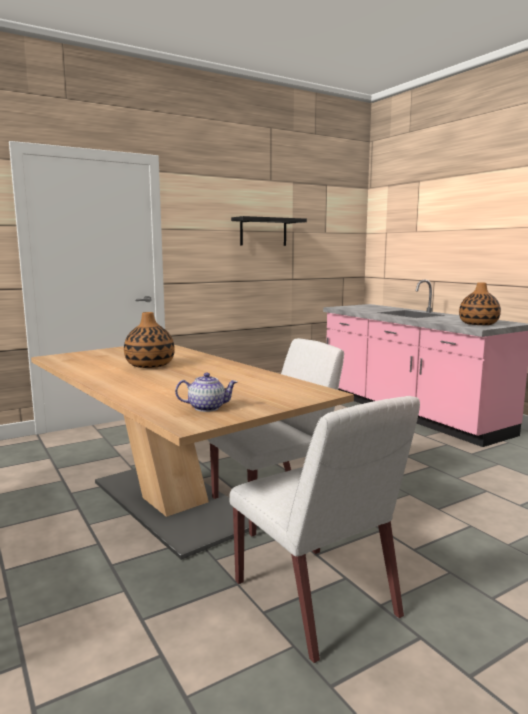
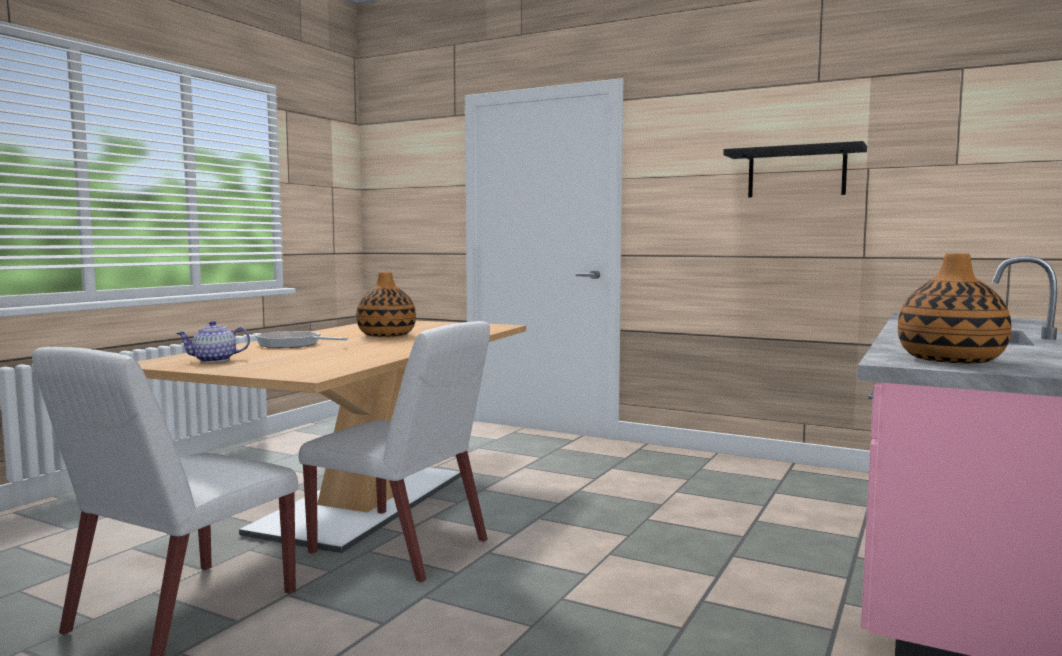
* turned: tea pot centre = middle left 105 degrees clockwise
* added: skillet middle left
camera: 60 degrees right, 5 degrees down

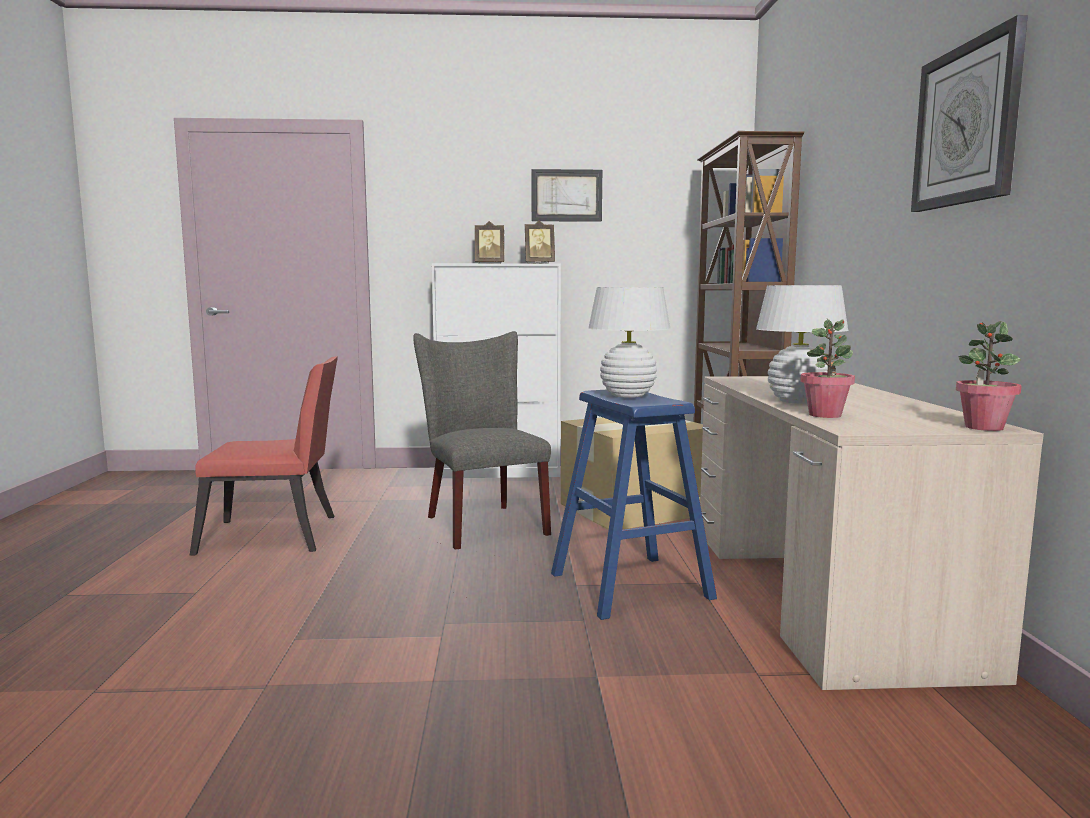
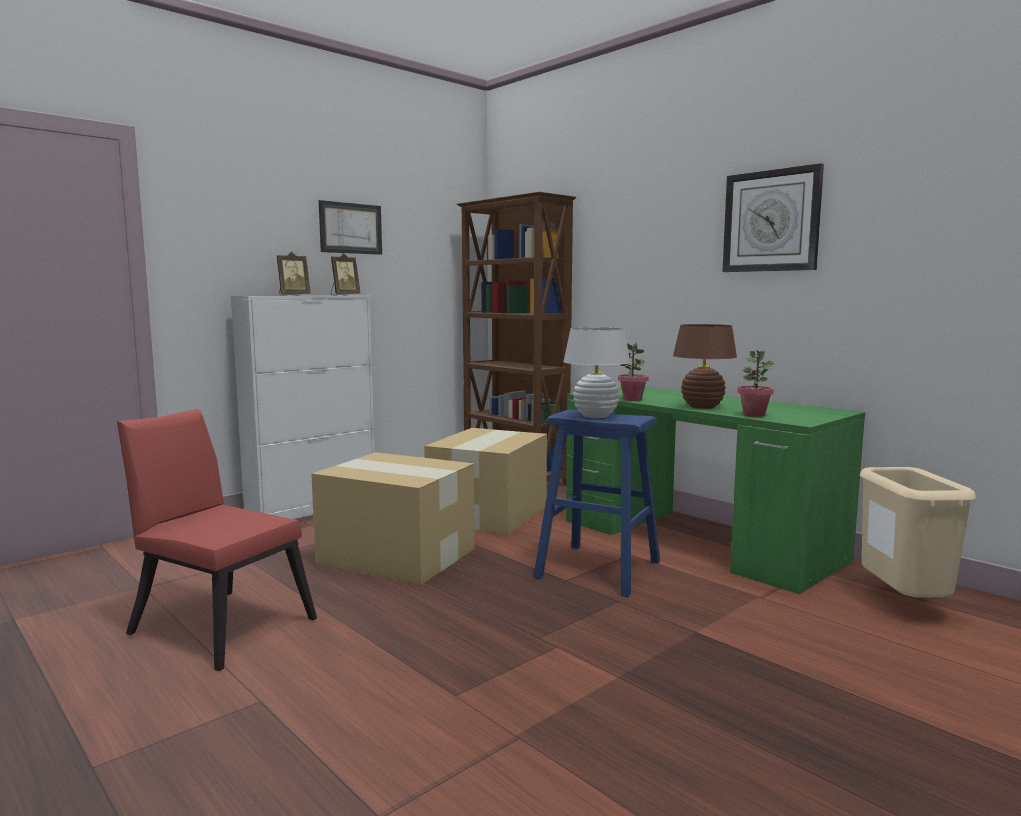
* turned: red chair middle left = middle left 105 degrees counterclockwise
* replaced: gray chair centre to cardboard box (1st from left) centre
* recoloured: beige-coloured desk middle right to green-coloured desk middle right
* moved: houseplant (2nd from left in the first image) middle right to houseplant (1st from left) centre
* recoloured: white-coloured lamp for a table (2nd from left) middle right to brown lamp for a table middle right
* added: beige-coloured trash can middle right
camera: 40 degrees left, 0 degrees up

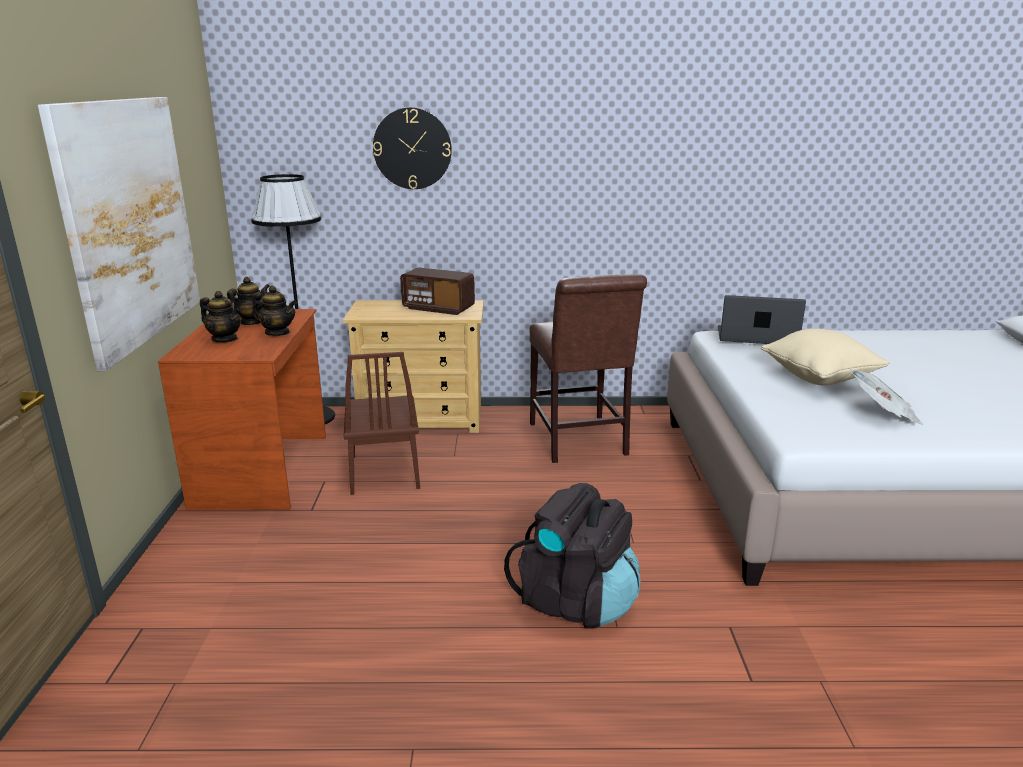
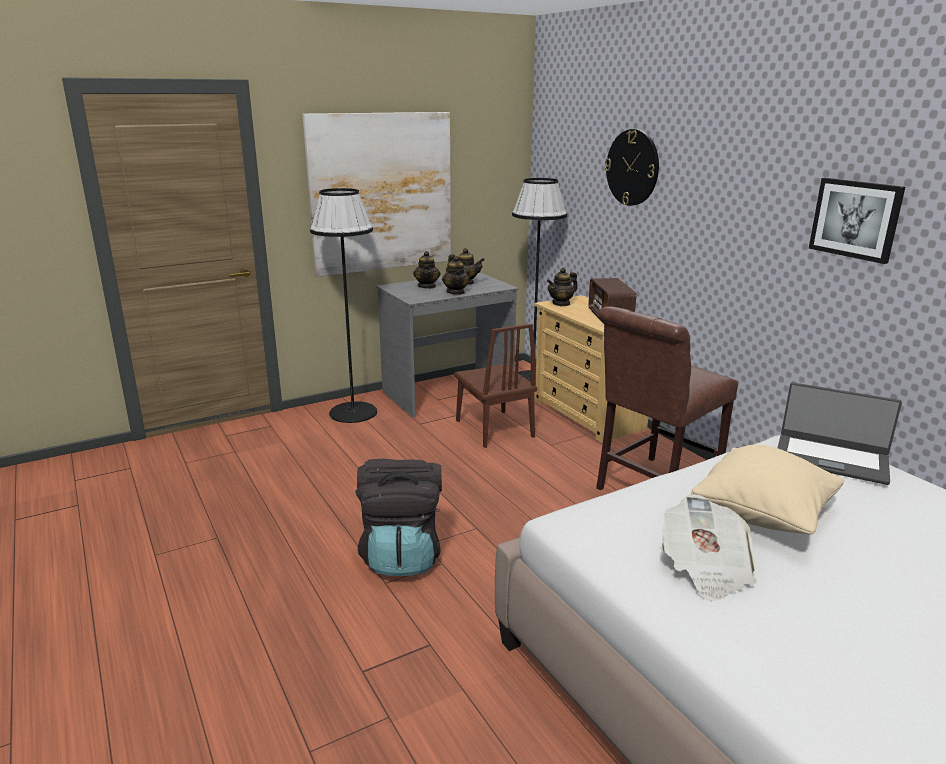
* added: blackish standard lamp (1st from left) centre
* recoloured: brown desk middle left to gray desk centre
* turned: brown chair (1st from left) centre = centre 75 degrees counterclockwise
* added: tea pot (4th from left) centre
* turned: notebook computer middle right = middle right 135 degrees clockwise
* added: wall art (2nd from left) top right
camera: 60 degrees right, 0 degrees up

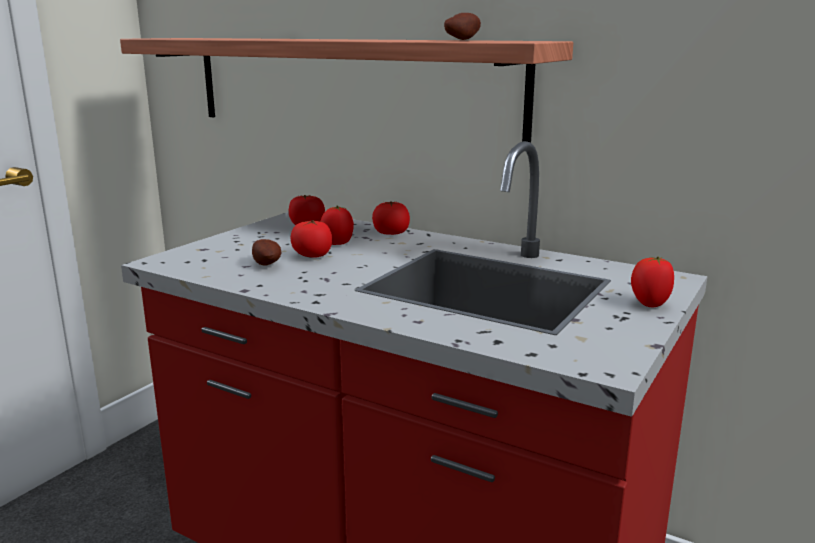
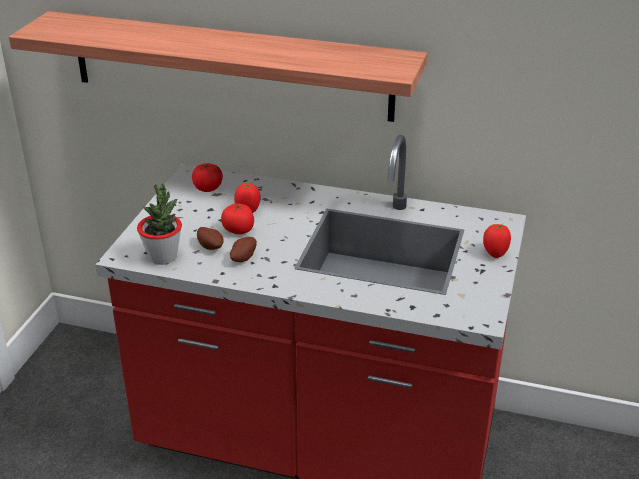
* added: houseplant middle left
* moved: potato (2nd from left) top centre to centre
* removed: fresh tomato (4th from left) centre
camera: 15 degrees left, 15 degrees up

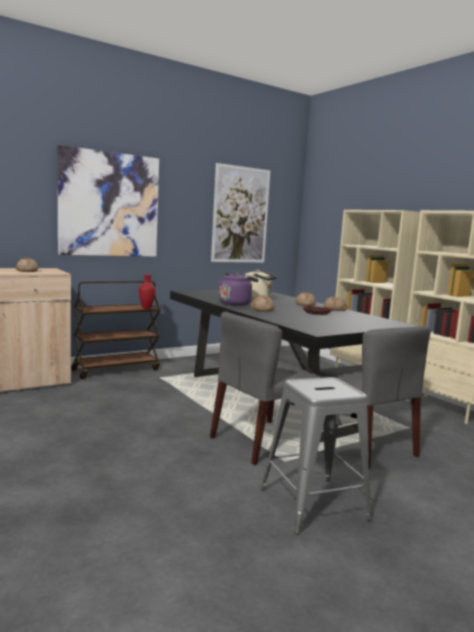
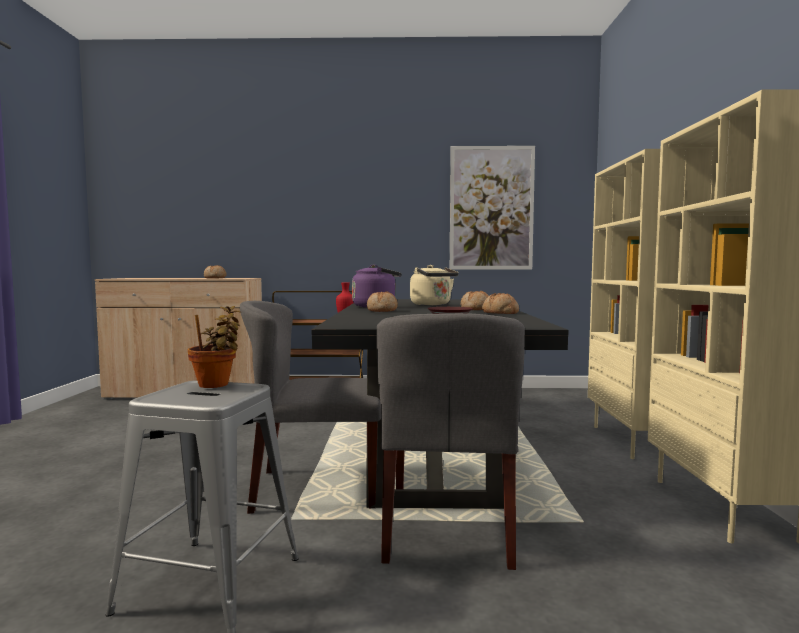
* added: houseplant middle left
* removed: wall art (1st from left) top left
camera: 35 degrees right, 5 degrees down

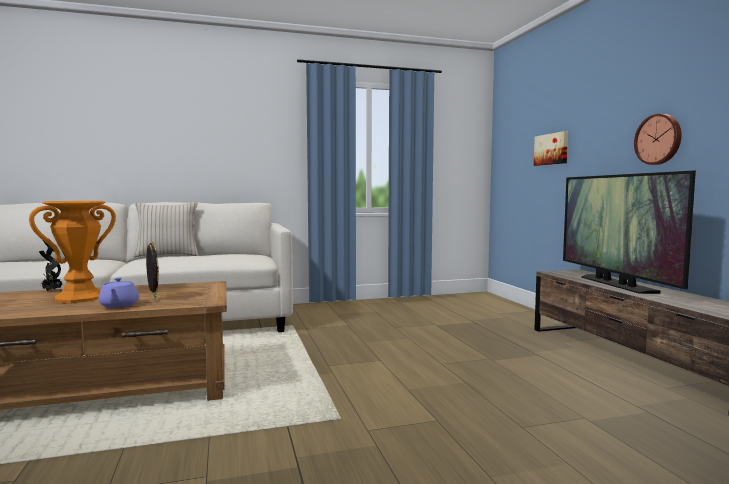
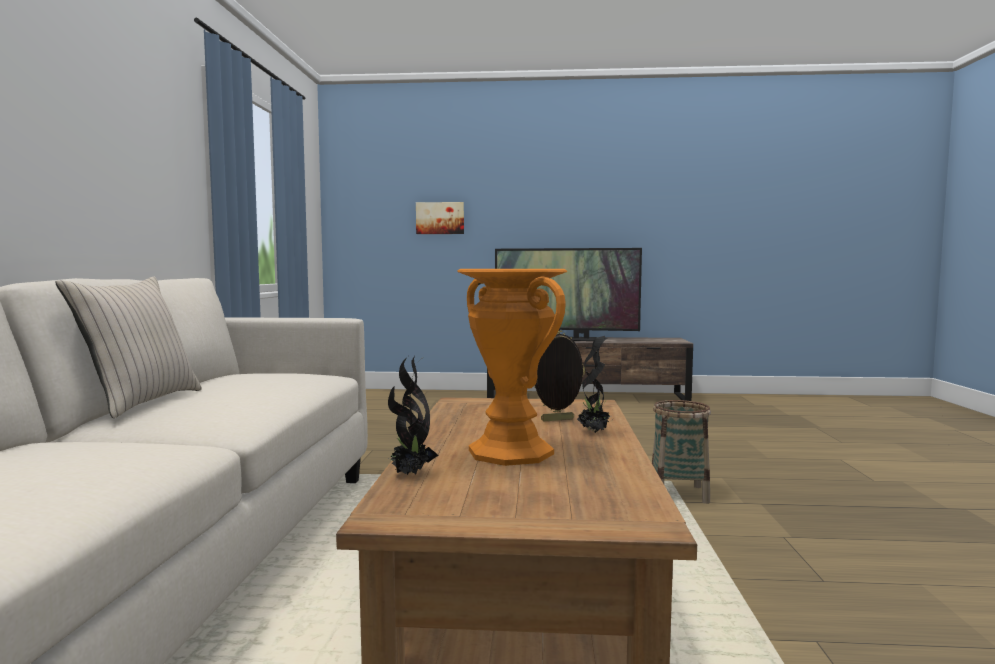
* replaced: purplish tea pot middle left to houseplant (2nd from left) centre
* added: basket bottom right
* removed: clock on the wall top right
camera: 70 degrees left, 0 degrees up

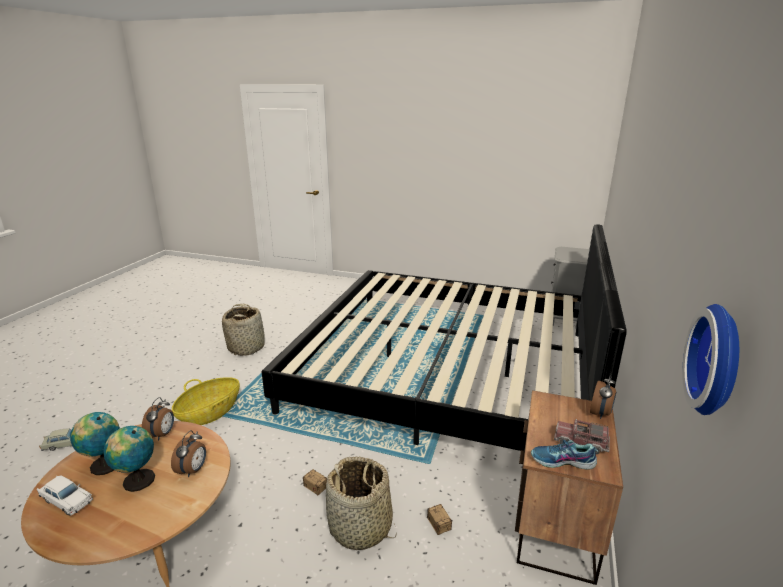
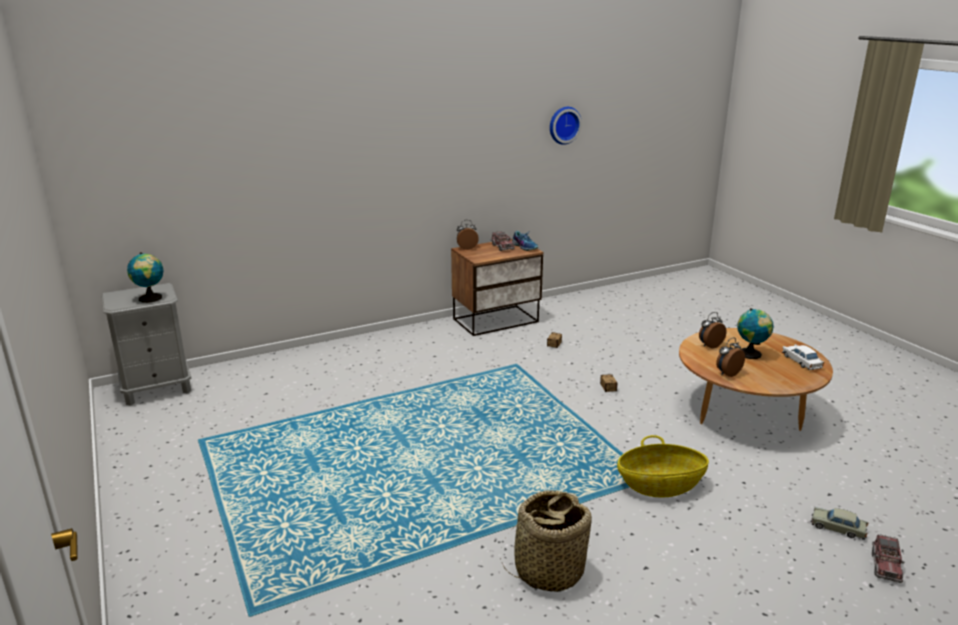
* moved: globe (1st from left) bottom left to middle left
* added: model truck (2nd from left) bottom right
* removed: sleeping bed centre
* removed: basket (3rd from left) bottom centre
camera: 135 degrees left, 0 degrees up

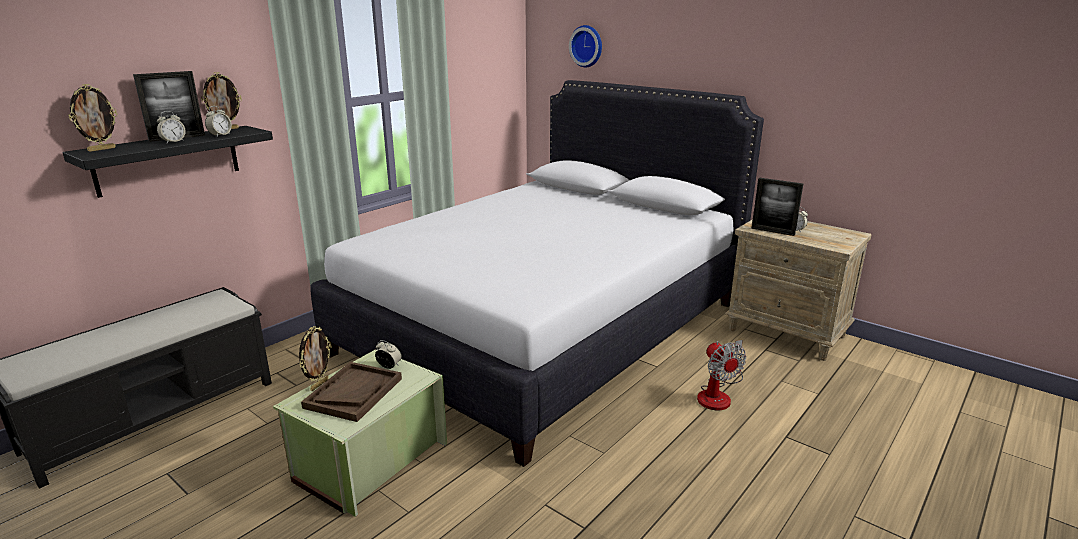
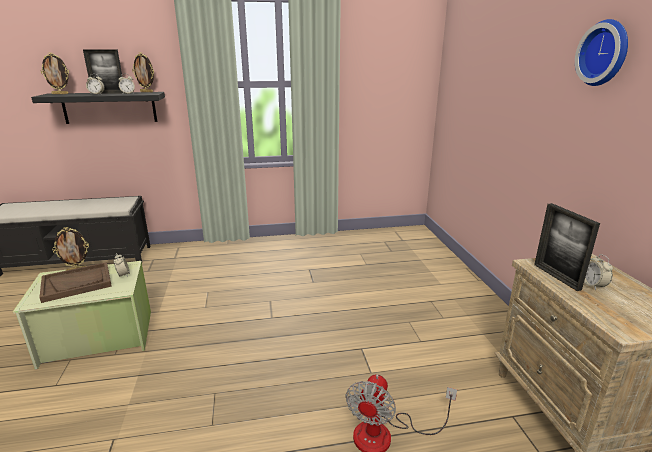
* moved: clock on the wall top centre to top right
* removed: white-coloured sleeping bed centre
camera: 40 degrees right, 0 degrees up

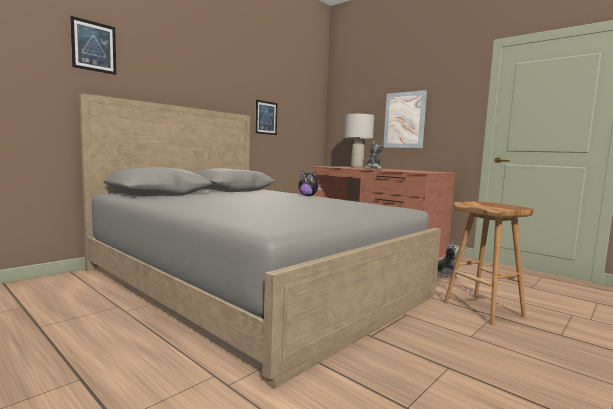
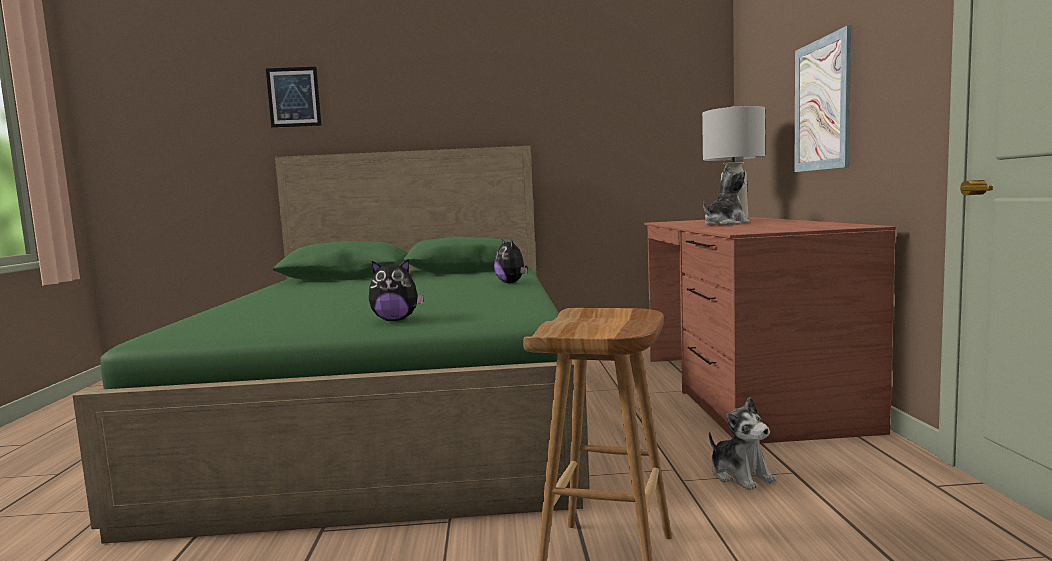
* recoloured: gray sleeping bed centre to green-coloured sleeping bed middle left
* added: cuddly toy (1st from left) centre
* removed: wall art (2nd from left) top centre
camera: 45 degrees right, 0 degrees up

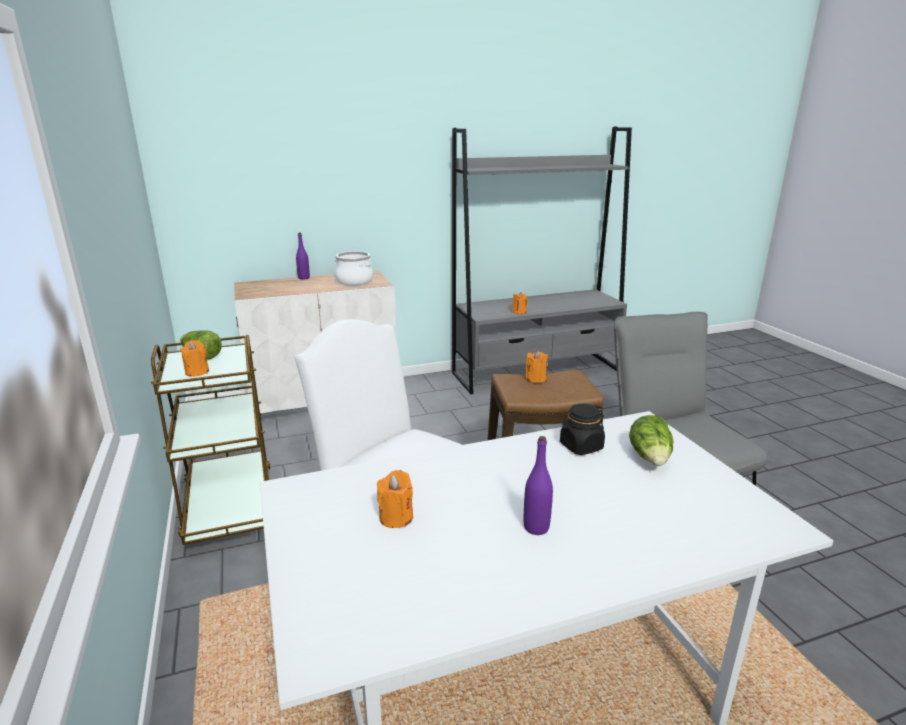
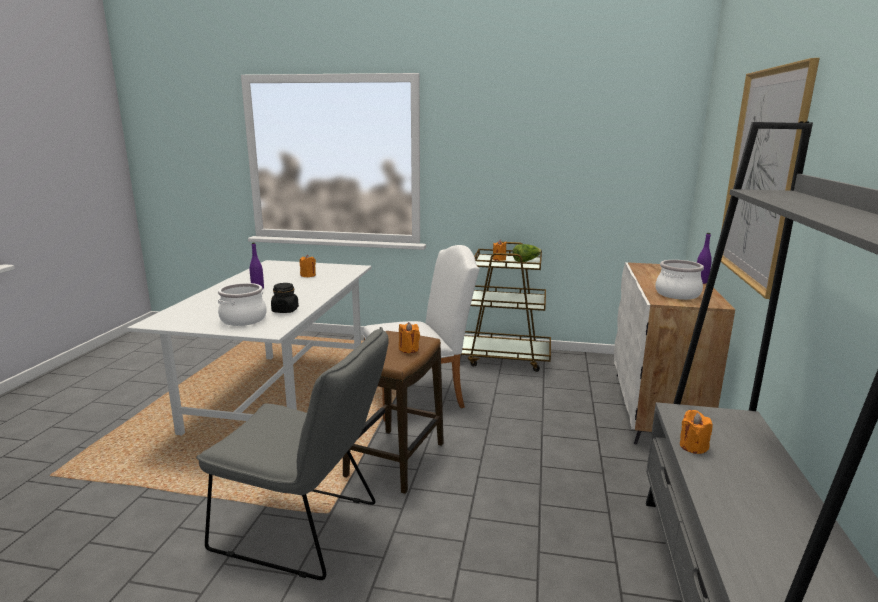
* replaced: lettuce head (2nd from left) middle right to saucepot (1st from left) middle left
* added: wall art top right
camera: 120 degrees right, 5 degrees down

